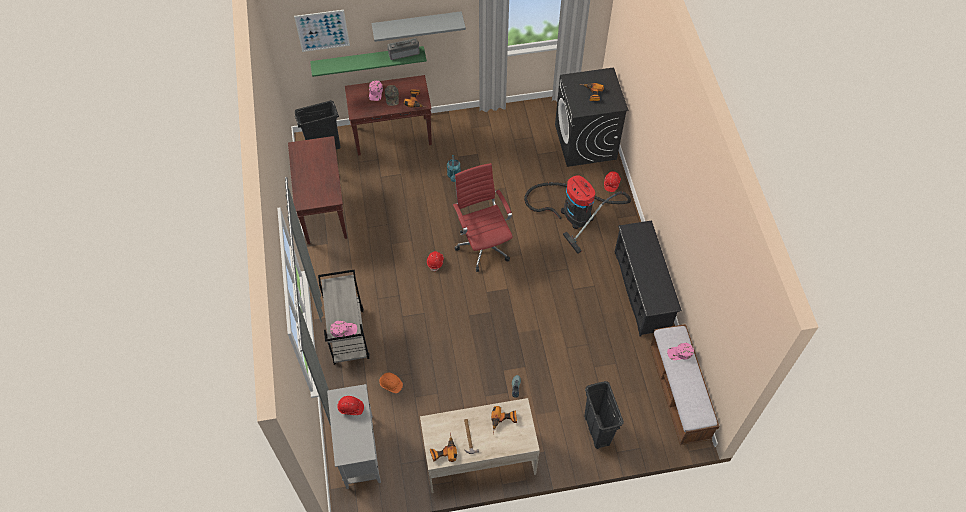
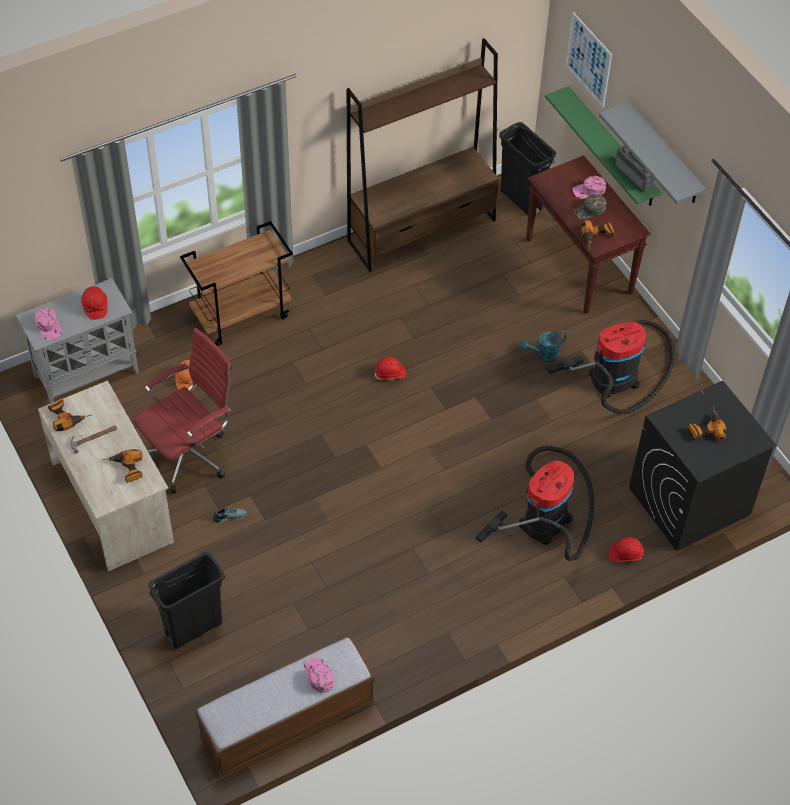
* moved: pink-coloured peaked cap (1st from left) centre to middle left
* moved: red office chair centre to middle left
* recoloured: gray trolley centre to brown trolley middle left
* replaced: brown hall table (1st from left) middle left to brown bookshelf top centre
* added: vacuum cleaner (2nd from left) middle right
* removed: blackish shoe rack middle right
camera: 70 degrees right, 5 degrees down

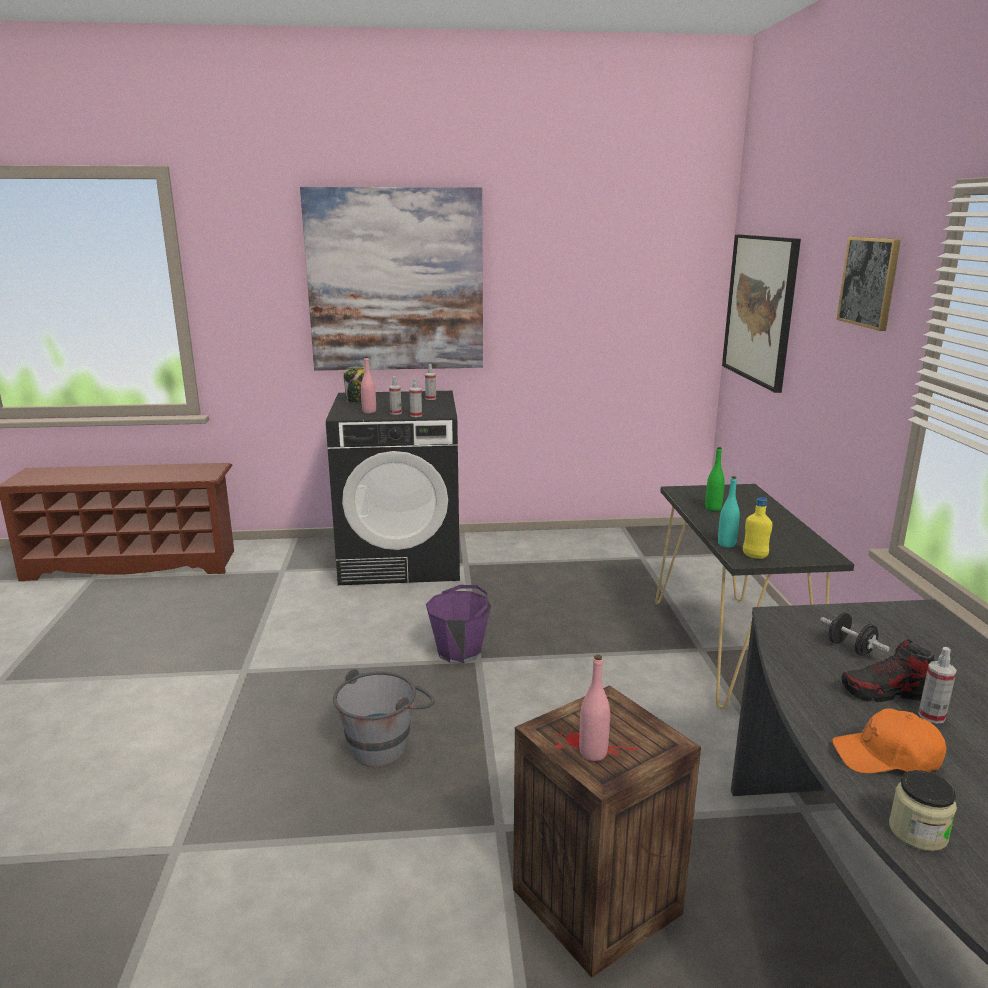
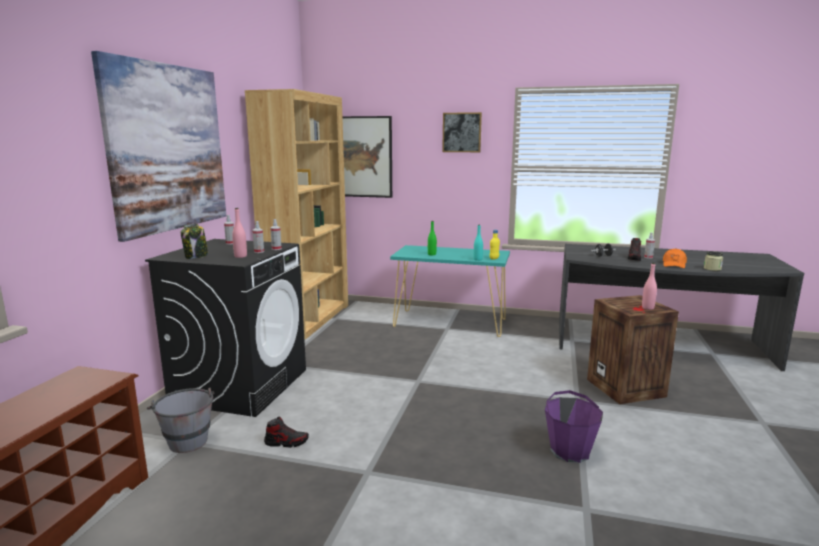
* moved: gray pail bottom centre to bottom left
* added: brown bookshelf centre
* added: low shoe (1st from left) bottom centre
* recoloured: blackish hall table middle right to blue-green hall table centre
* moved: purplish pail centre to bottom right
camera: 70 degrees left, 5 degrees down

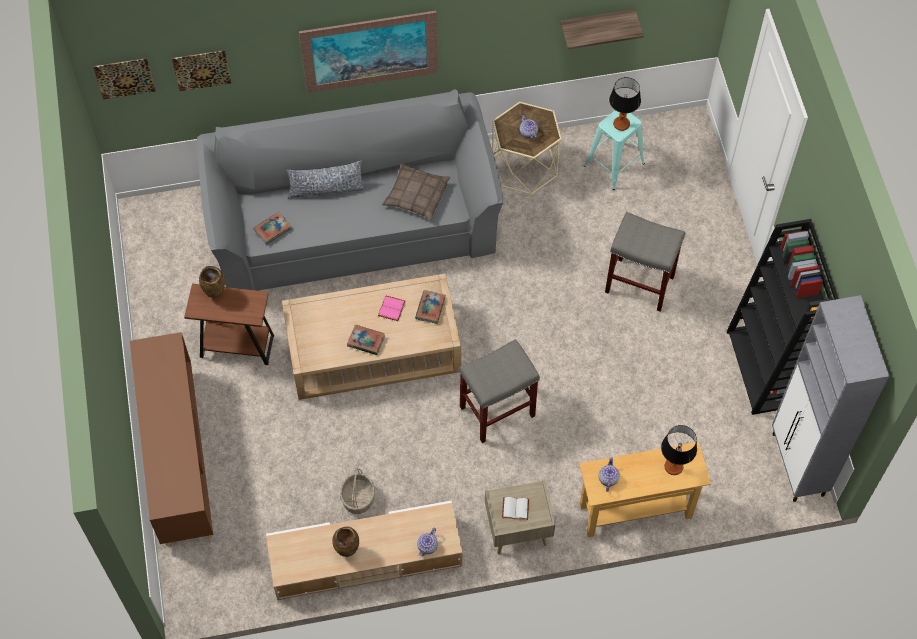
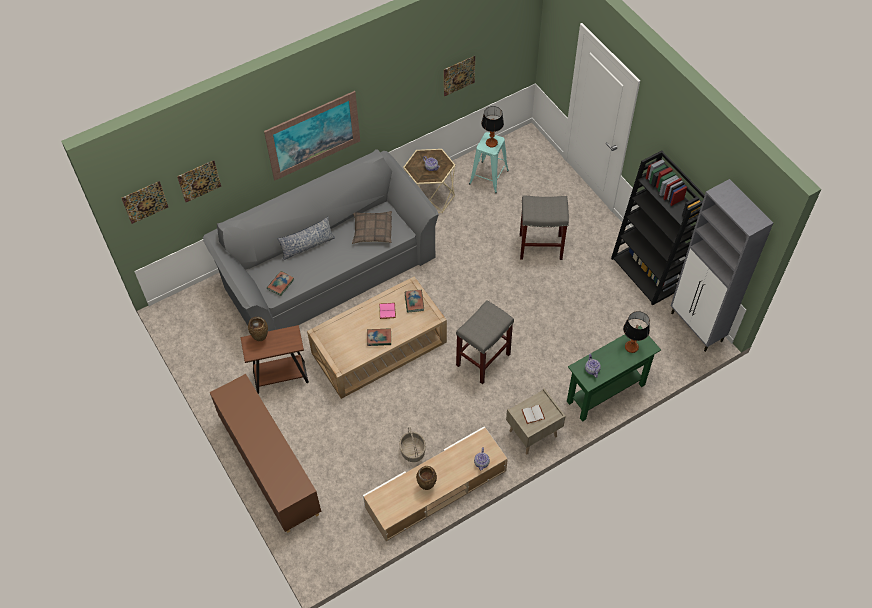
* replaced: bracket shelf top centre to wall art (4th from left) top centre
* recoloured: beige-coloured hall table bottom right to green-coloured hall table middle right
camera: 20 degrees left, 5 degrees down

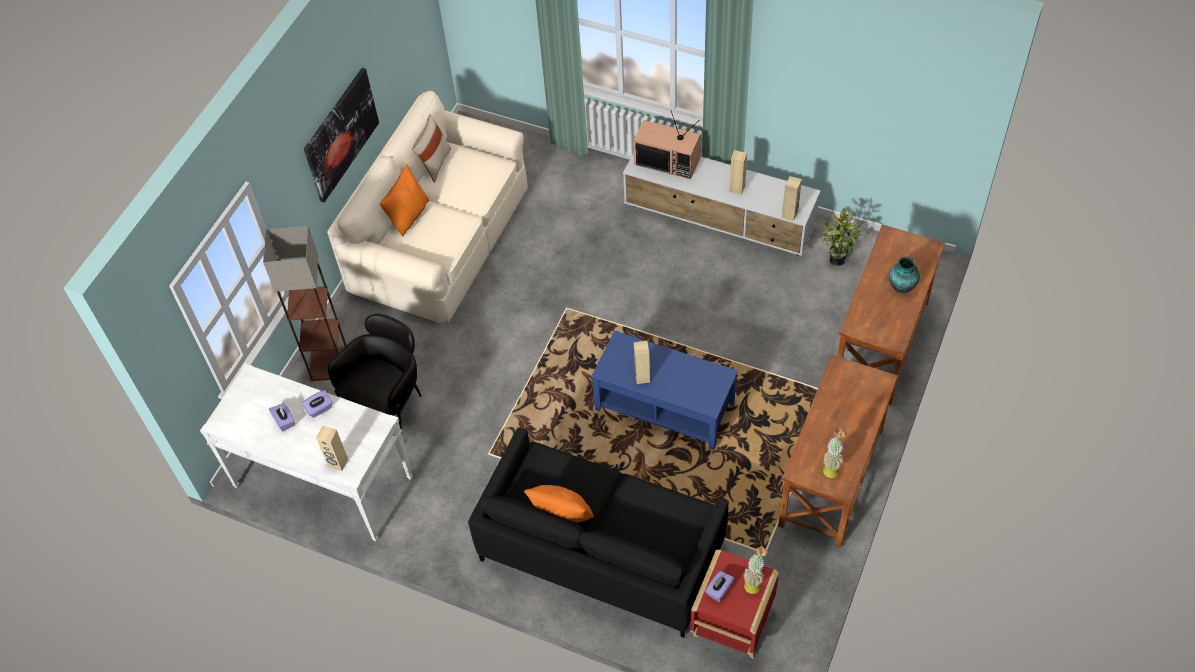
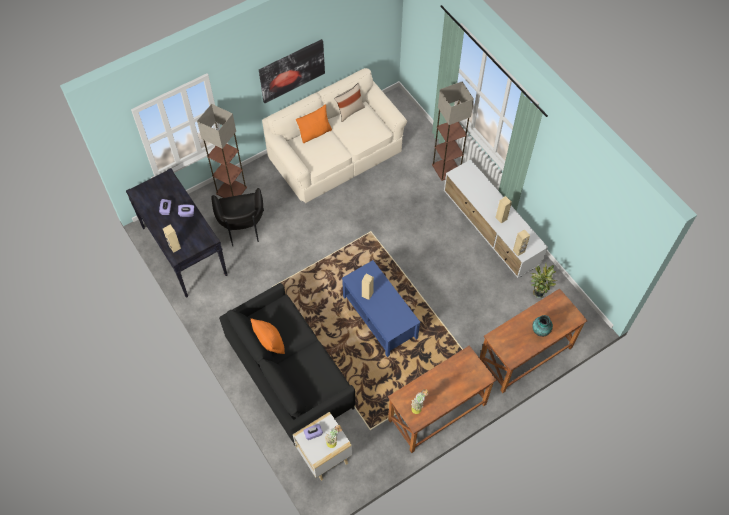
* recoloured: white-coloured hall table bottom left to blackish hall table middle left
* turned: blackish lounge chair middle left = middle left 105 degrees clockwise
* recoloured: red accent table bottom centre to white-coloured accent table bottom centre
* added: standard lamp (2nd from left) top centre
* removed: television top centre
camera: 30 degrees right, 5 degrees up

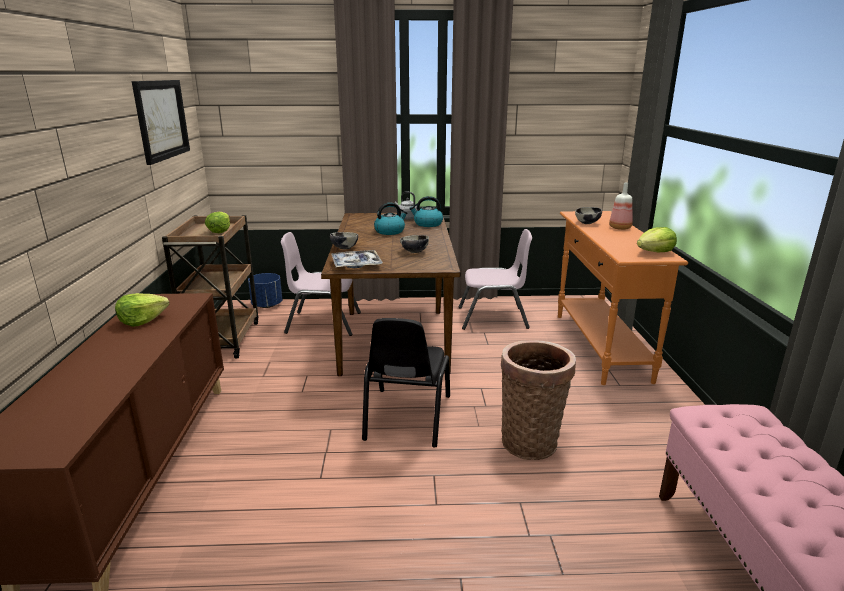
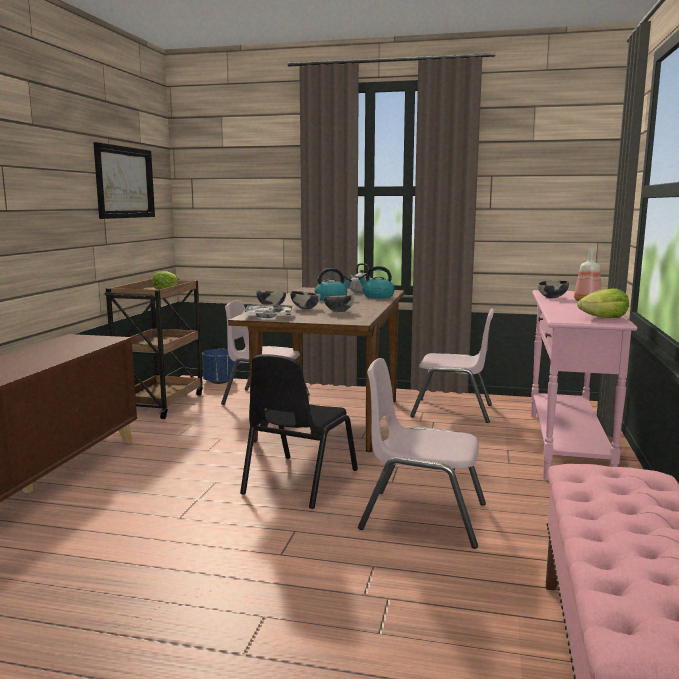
* added: serving bowl (2nd from left) centre
* replaced: basket bottom centre to pink-coloured chair (2nd from left) bottom centre
* recoloured: orange hall table middle right to pink-coloured hall table middle right
* removed: lettuce head (1st from left) middle left
camera: 15 degrees right, 10 degrees down

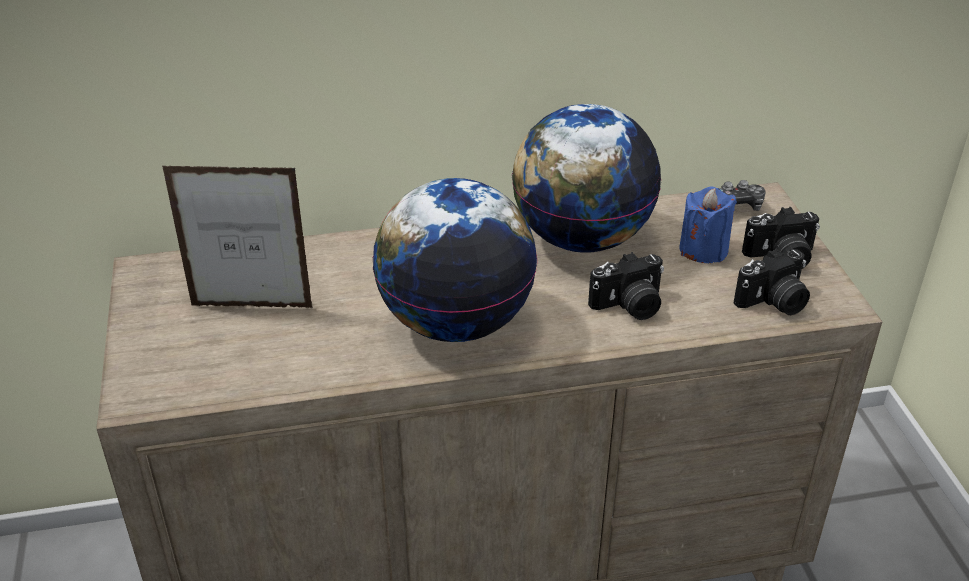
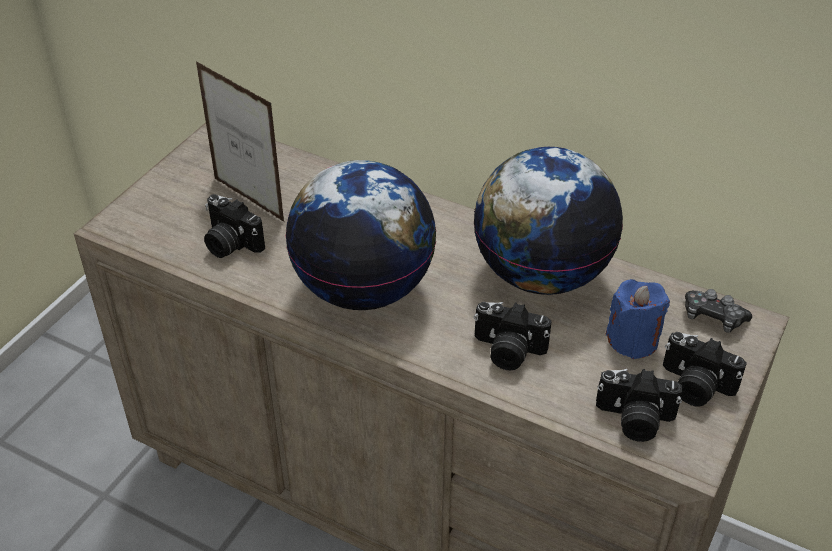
* added: photo camera (1st from left) middle left
camera: 40 degrees right, 5 degrees up

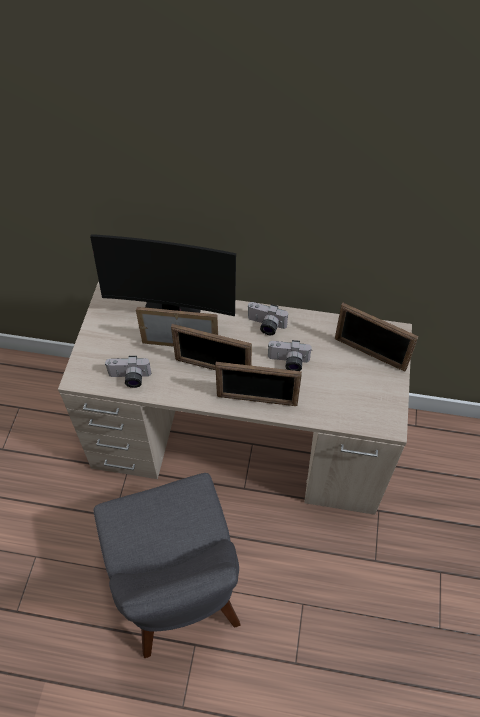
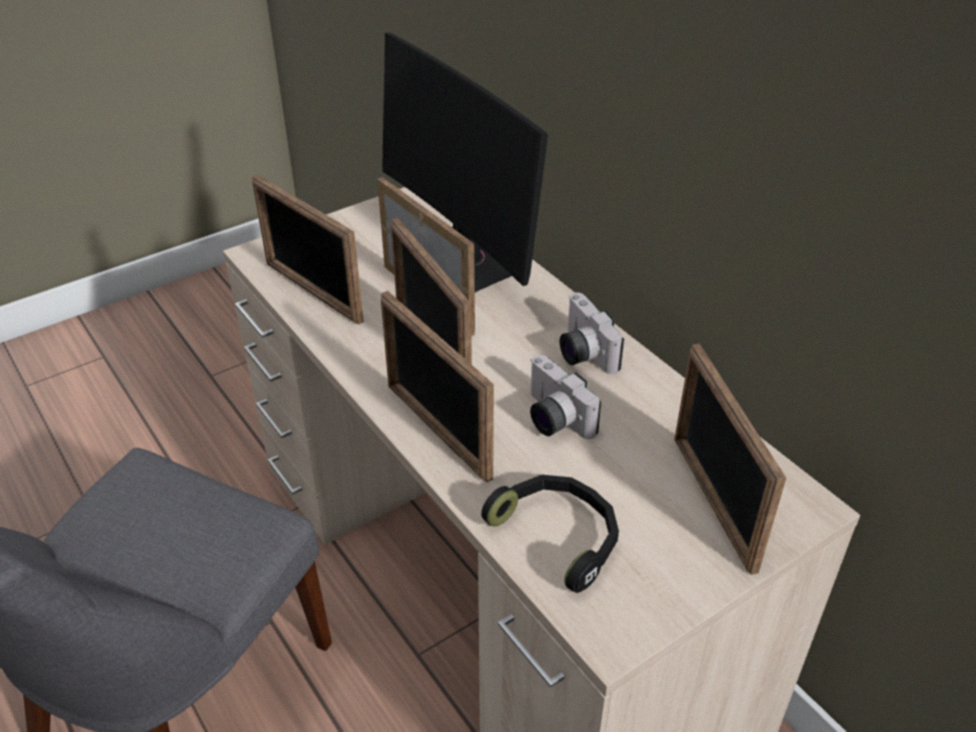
* replaced: photo camera (1st from left) middle left to standing frame (1st from left) middle left
* added: blackish headset bottom centre
camera: 45 degrees right, 15 degrees down

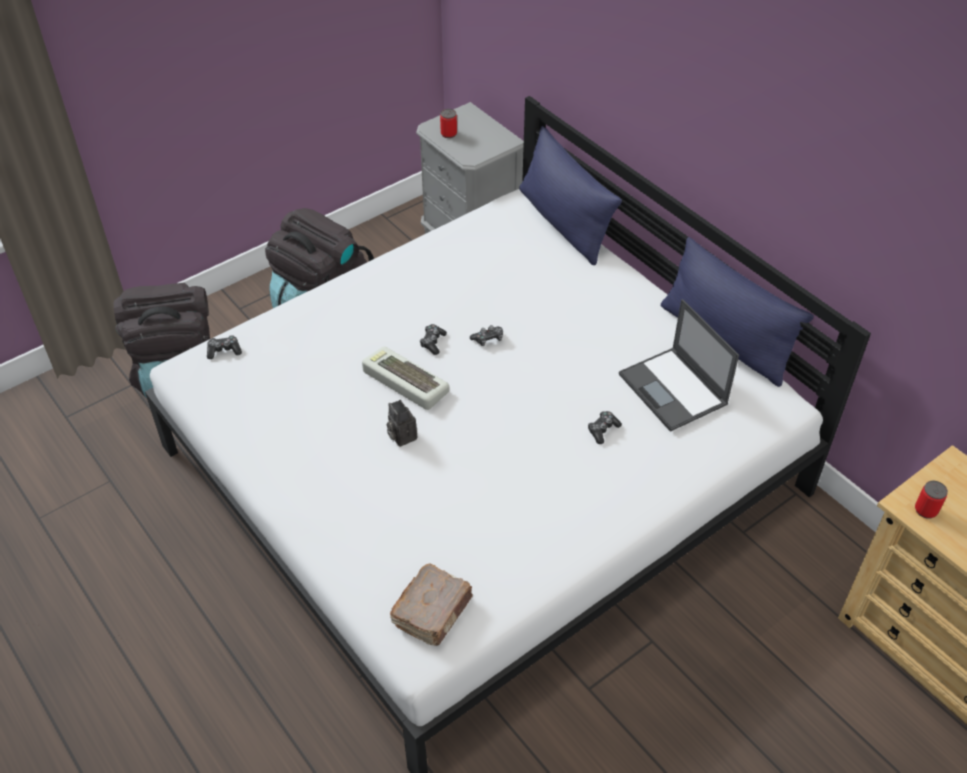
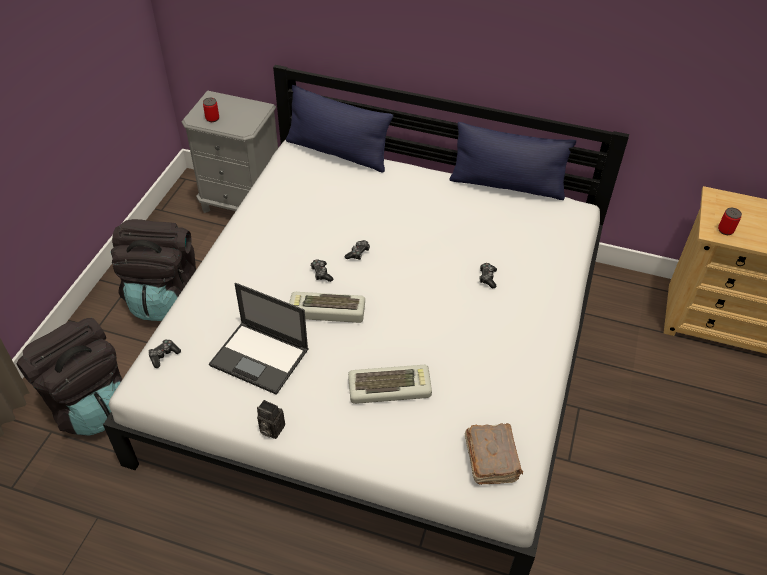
* moved: notebook computer middle right to centre
* moved: photo camera centre to bottom centre
* added: computer keyboard (2nd from left) bottom centre
camera: 35 degrees left, 0 degrees up

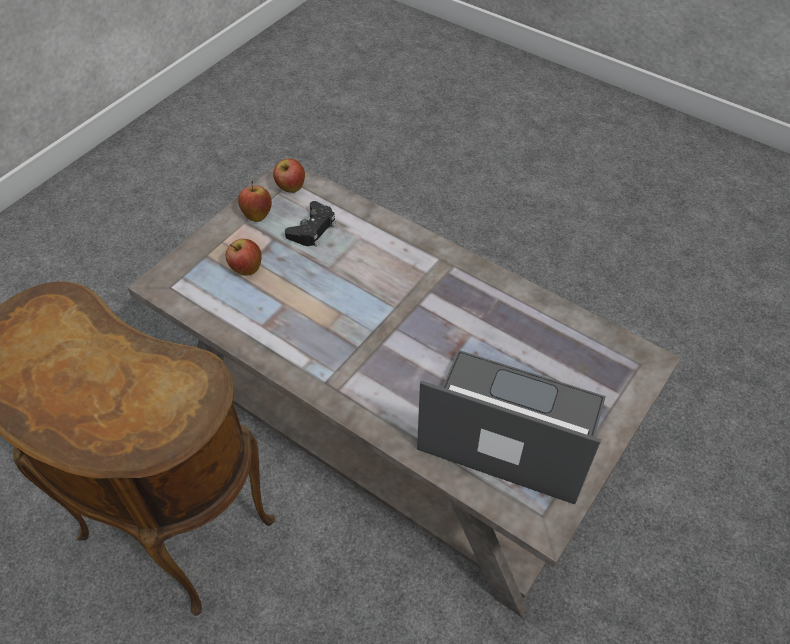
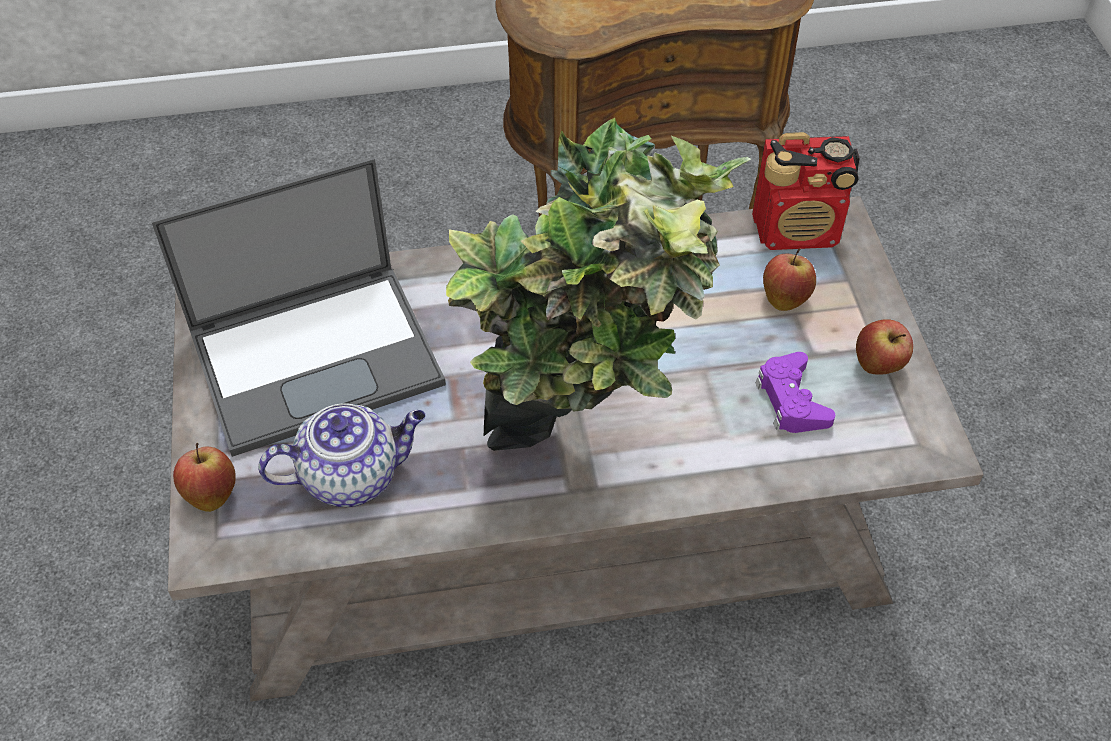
* moved: apple (3rd from left in the first image) top centre to apple (1st from left) middle left
* added: tea pot middle left
* added: houseplant centre
* added: radio top right
* recoloured: blackish game controller centre to purplish game controller middle right
camera: 135 degrees right, 0 degrees up

